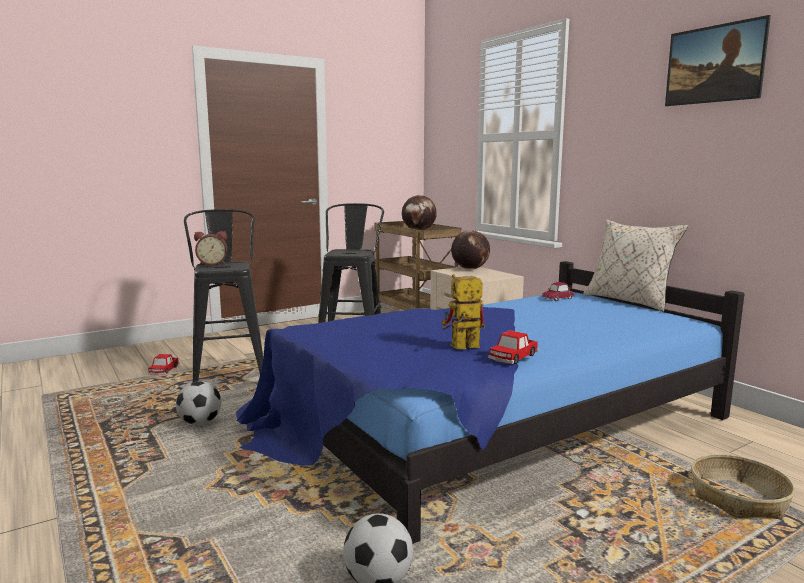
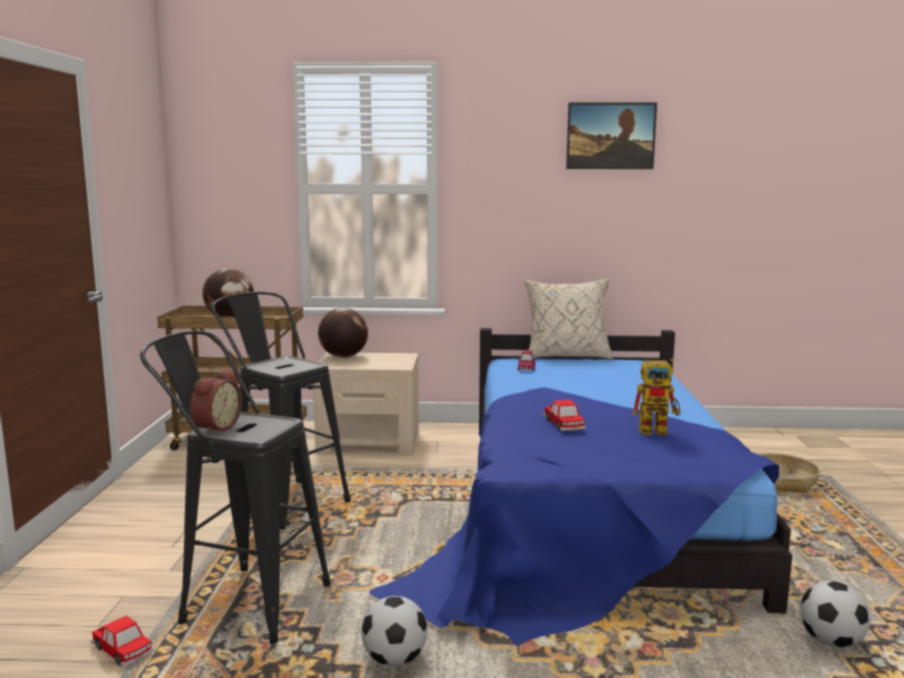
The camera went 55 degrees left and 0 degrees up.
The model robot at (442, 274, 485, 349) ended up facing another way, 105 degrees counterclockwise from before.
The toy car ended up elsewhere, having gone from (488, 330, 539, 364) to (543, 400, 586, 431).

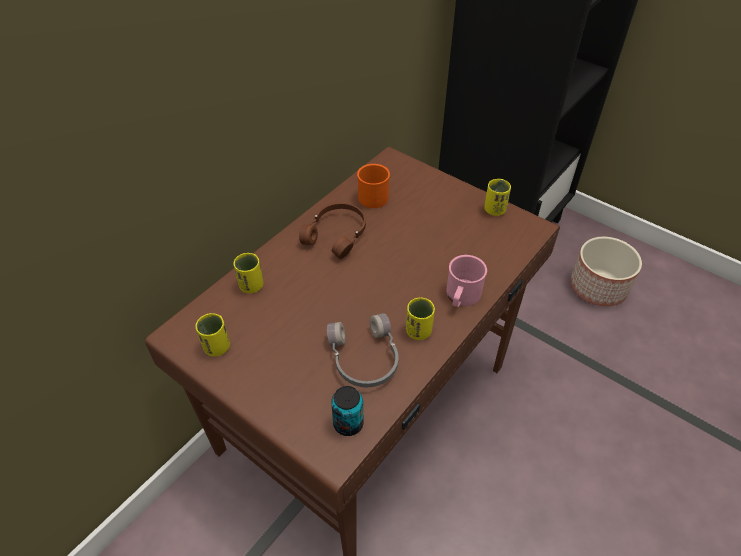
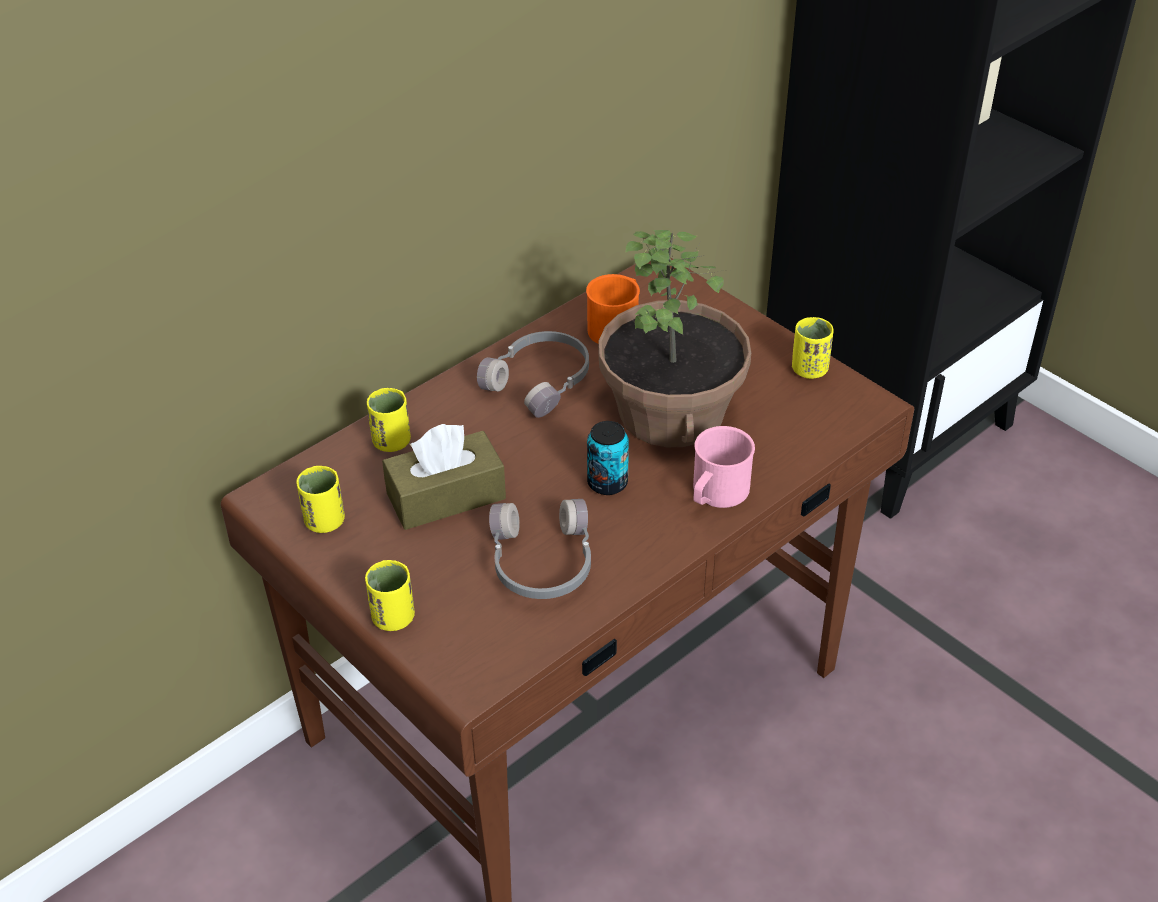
The camera went 10 degrees right and 5 degrees down.
What was the headphones/brown-coloured at (299, 203, 366, 259) turned into the headphones/greyish at (477, 331, 589, 418).
The can ended up elsewhere, having gone from (331, 386, 363, 436) to (587, 421, 629, 495).
The drinking cup/yellow ended up elsewhere, having gone from (406, 298, 435, 340) to (365, 560, 415, 631).
The second view lost the plant pot at (570, 237, 642, 307).
The second view gained the box of tissues/brown-coloured at (382, 424, 506, 530).
The second view gained the potted plant at (598, 230, 751, 447).

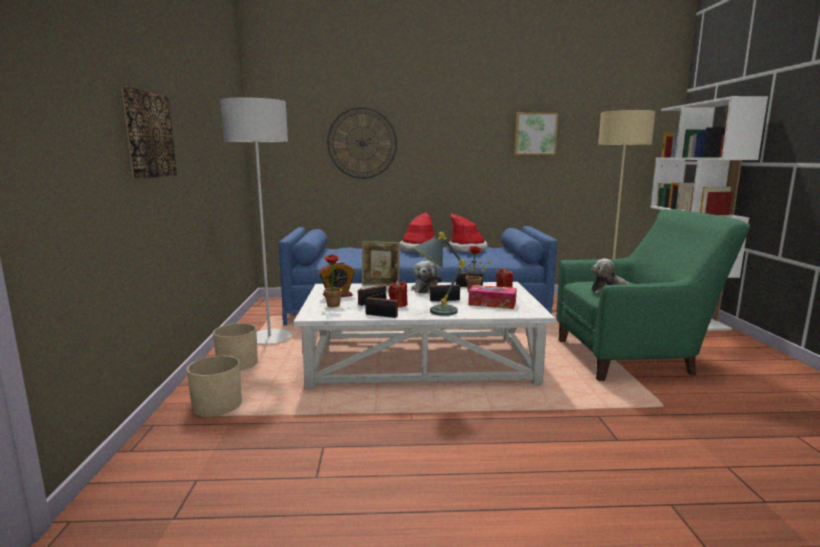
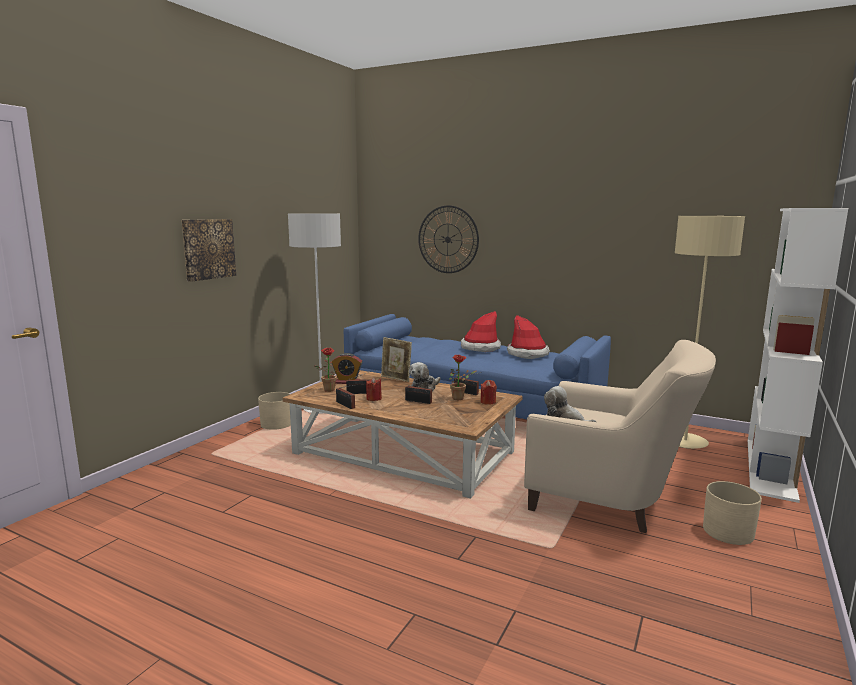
The camera went 30 degrees right and 0 degrees up.
The plant pot/beige-coloured ended up elsewhere, having gone from (187, 356, 242, 417) to (703, 481, 762, 545).
What was the lounge table/white-coloured at (294, 282, 555, 389) turned into the lounge table/brown-coloured at (283, 370, 523, 498).
The second view lost the lamp for a table/greyish at (411, 232, 466, 316).
The second view lost the box of tissues at (468, 285, 517, 309).
The second view lost the wall picture at (515, 112, 558, 155).
What was the armchair/greenish at (556, 209, 750, 381) turned into the armchair/beige-coloured at (524, 340, 716, 533).

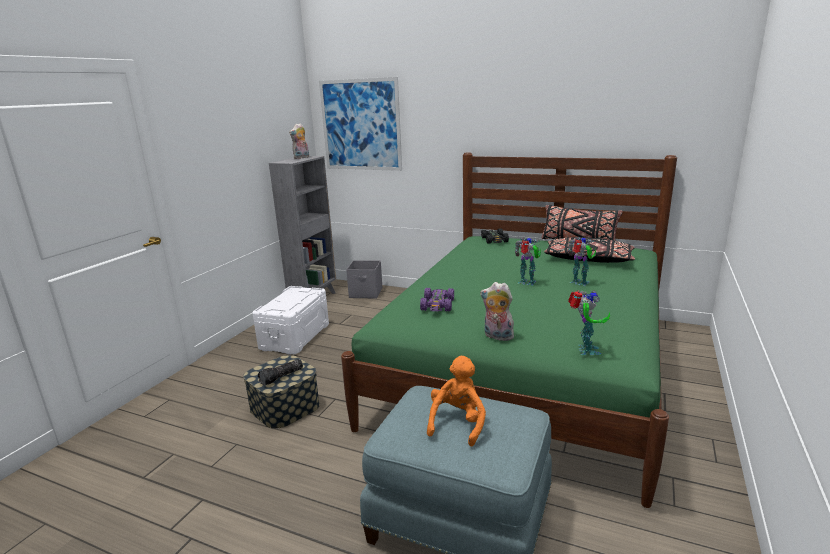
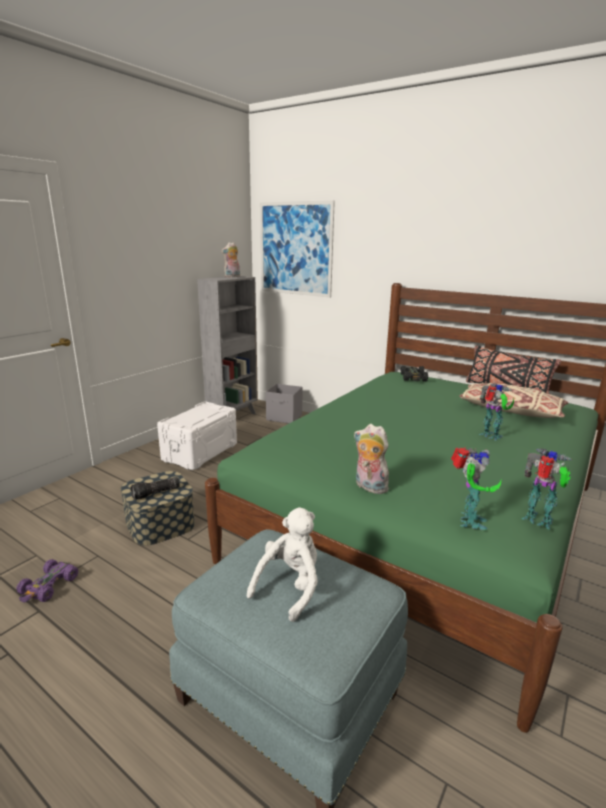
The camera went 10 degrees right and 0 degrees up.
The toy car/purplish ended up elsewhere, having gone from (420, 288, 454, 311) to (16, 559, 78, 603).
What was the soft toy/orange-coloured at (427, 356, 486, 447) turned into the soft toy/white-coloured at (247, 508, 318, 622).
The model robot ended up elsewhere, having gone from (515, 237, 541, 286) to (521, 448, 572, 530).
What was the cushion/blackish at (544, 237, 635, 263) turned into the cushion/beige-coloured at (459, 383, 569, 418).

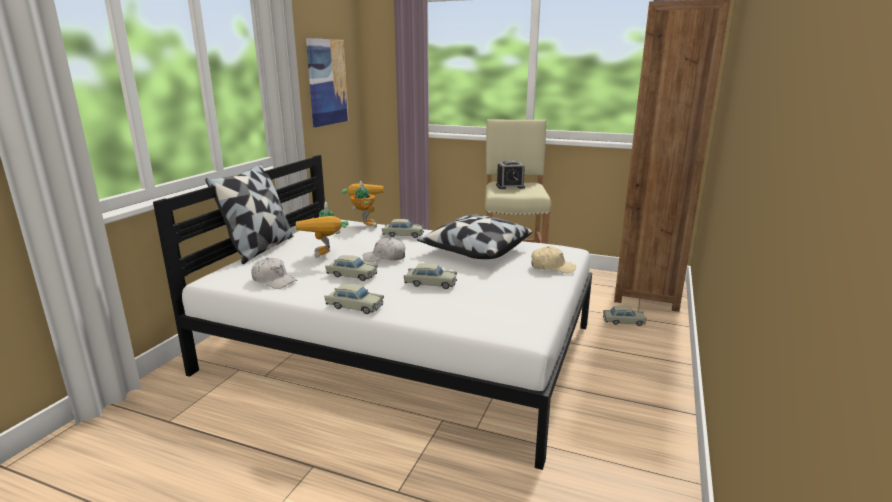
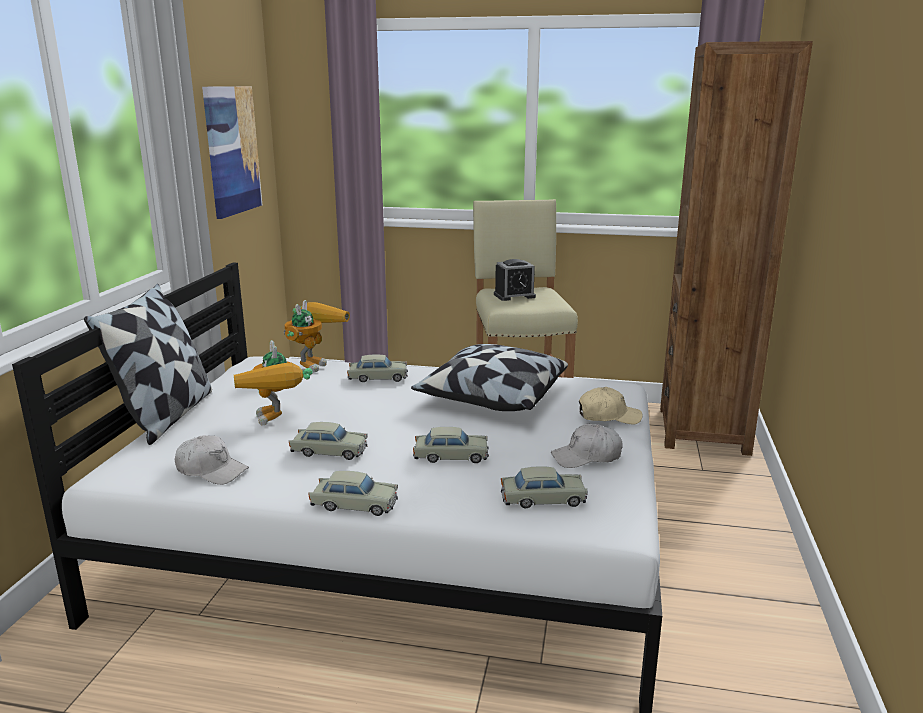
The camera went 10 degrees left and 0 degrees up.
The model robot at (342, 181, 384, 228) ended up facing another way, 45 degrees clockwise from before.
The peaked cap/white-coloured ended up elsewhere, having gone from (363, 238, 405, 262) to (551, 424, 623, 468).
The toy car/beige-coloured ended up elsewhere, having gone from (603, 306, 647, 326) to (501, 466, 588, 508).

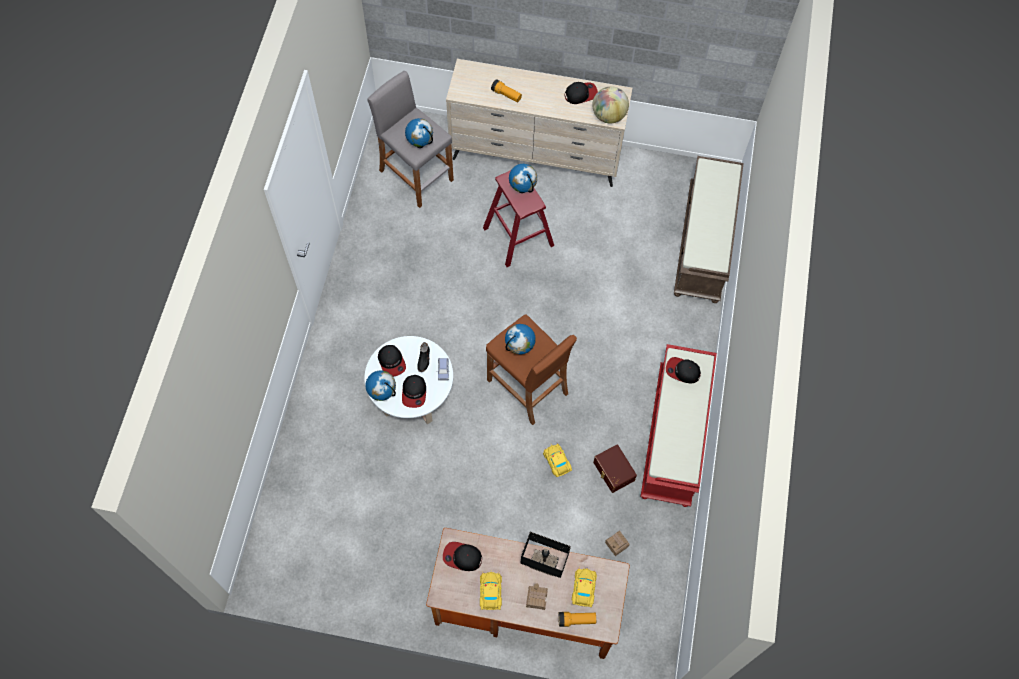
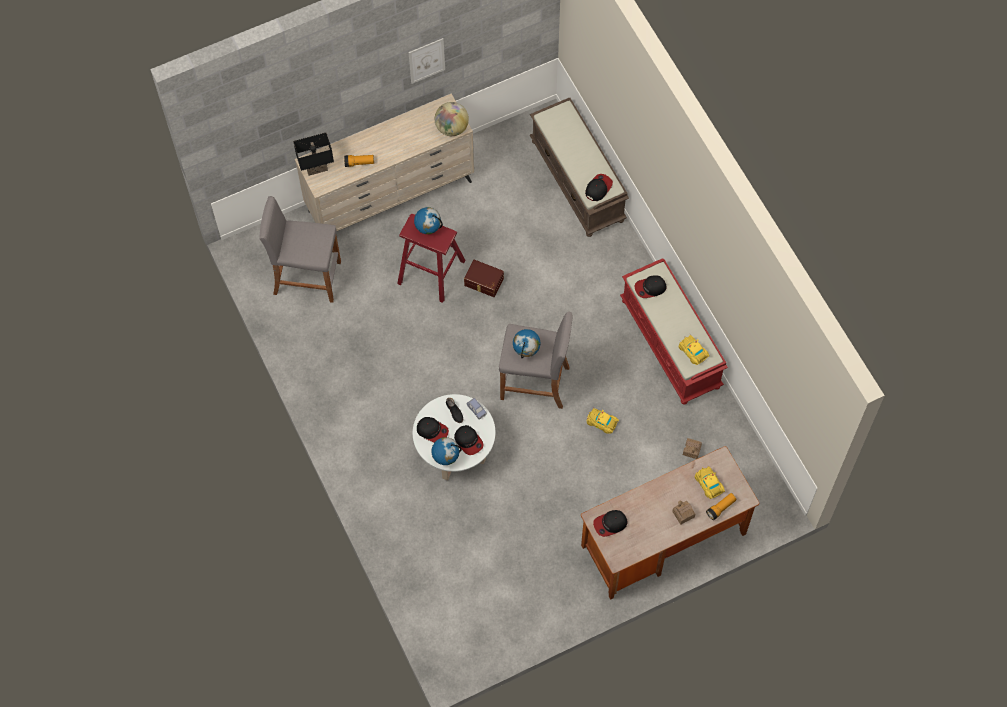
The camera went 35 degrees left and 0 degrees up.
The second view lost the world globe at (405, 118, 433, 148).
The toy car/yellow ended up elsewhere, having gone from (480, 571, 502, 610) to (679, 334, 710, 365).
What was the stool/brown-coloured at (486, 314, 577, 425) turned into the stool/greyish at (499, 312, 572, 409).
The lamp for a table/blackish ended up elsewhere, having gone from (520, 532, 571, 578) to (293, 132, 334, 176).
The peaked cap ended up elsewhere, having gone from (565, 82, 598, 104) to (585, 174, 613, 201).
The storage bin/brown-coloured ended up elsewhere, having gone from (593, 445, 637, 493) to (464, 260, 504, 297).
The second view gained the wall picture at (409, 38, 445, 84).

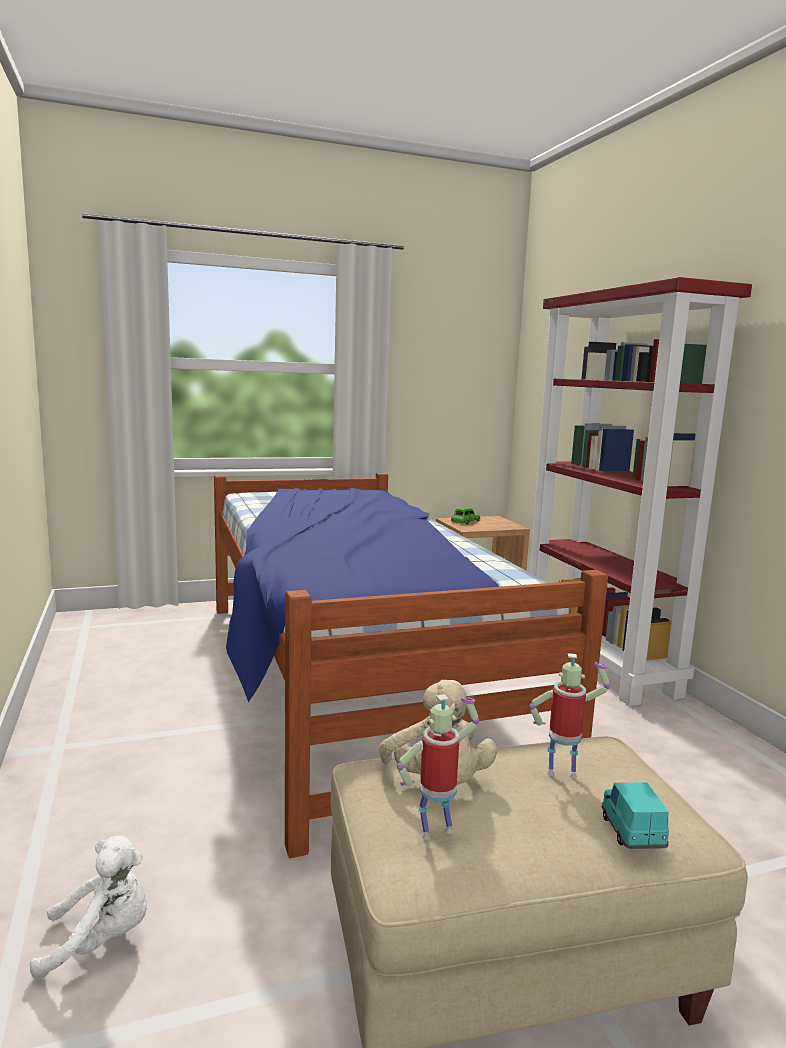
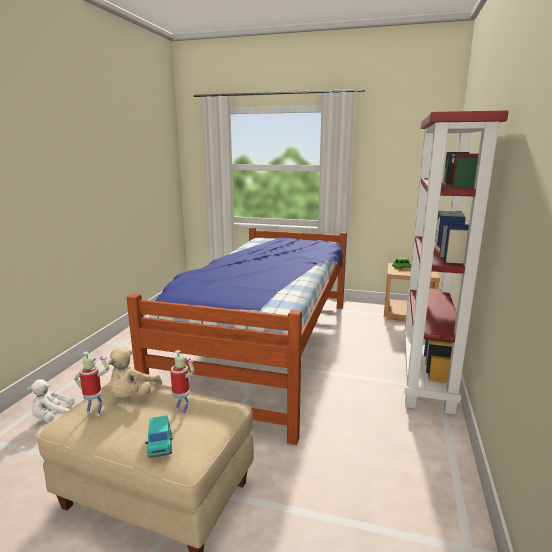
The camera went 35 degrees right and 5 degrees up.
The soft toy/white-coloured at (30, 836, 147, 980) ended up facing another way, 120 degrees clockwise from before.
The toy car/turquoise-coloured at (602, 783, 669, 849) ended up facing another way, 135 degrees clockwise from before.

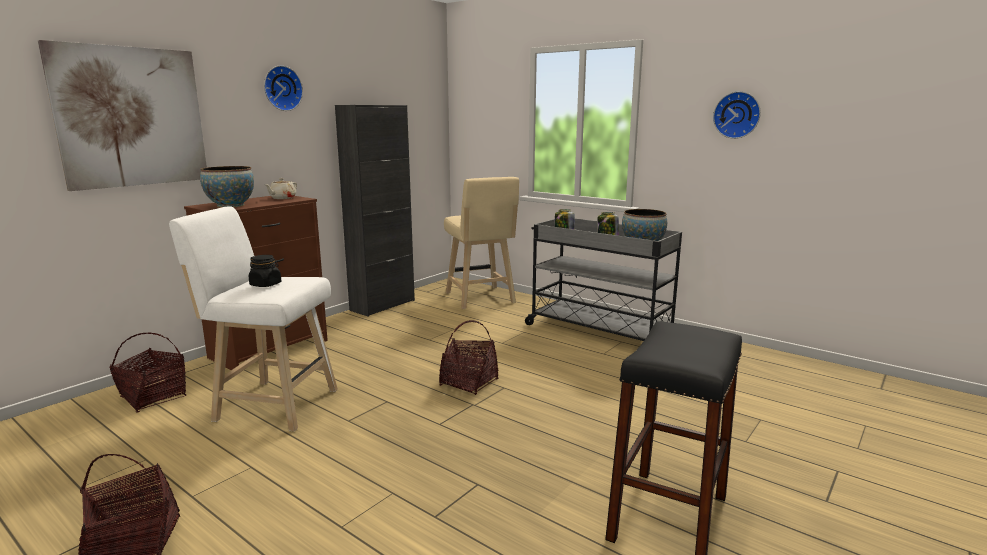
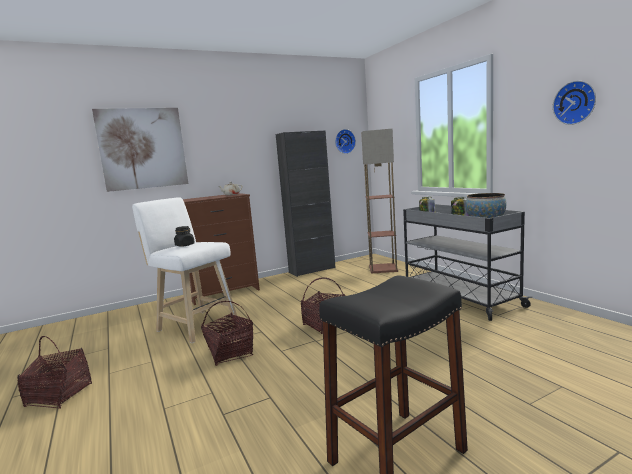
The camera went 25 degrees right and 5 degrees down.
The basket ended up elsewhere, having gone from (110, 333, 186, 413) to (201, 301, 253, 366).
The second view lost the serving bowl at (200, 166, 254, 208).
The hanging clock ended up elsewhere, having gone from (264, 65, 303, 111) to (335, 129, 356, 154).
Where the stool/beige-coloured stood at (444, 177, 519, 309), the floor lamp came to stand at (361, 129, 398, 273).

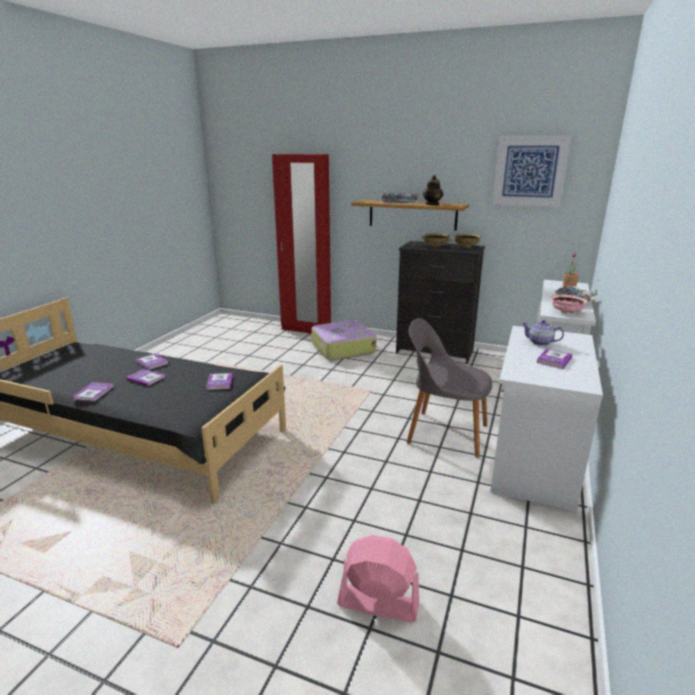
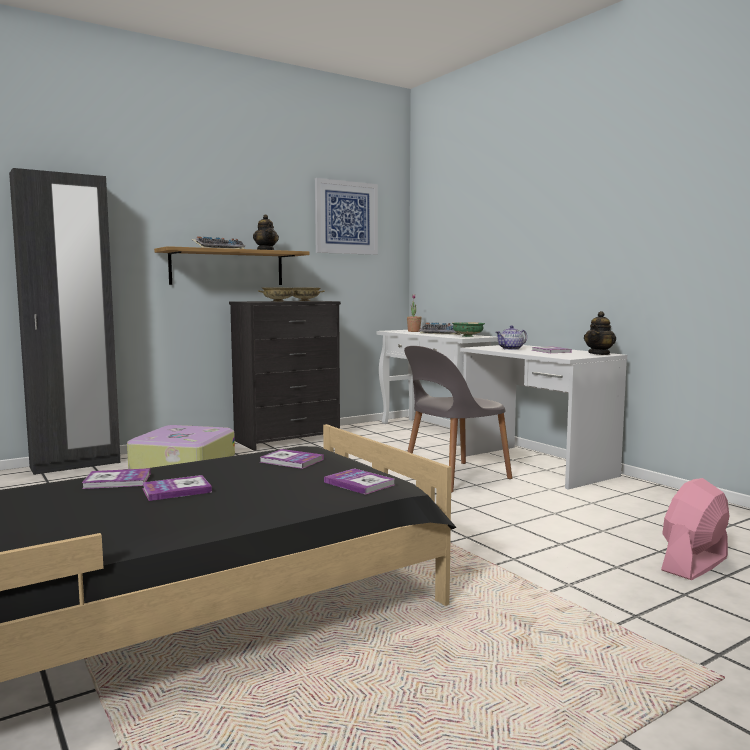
The camera went 55 degrees left and 15 degrees down.
The book ended up elsewhere, having gone from (72, 382, 114, 401) to (324, 468, 395, 495).
What was the wardrobe/red-coloured at (272, 154, 331, 334) turned into the wardrobe/blackish at (9, 168, 120, 475).
What was the serving bowl/pink at (551, 294, 588, 314) turned into the serving bowl/greenish at (452, 322, 485, 337).
The second view gained the tea pot at (584, 311, 616, 355).

